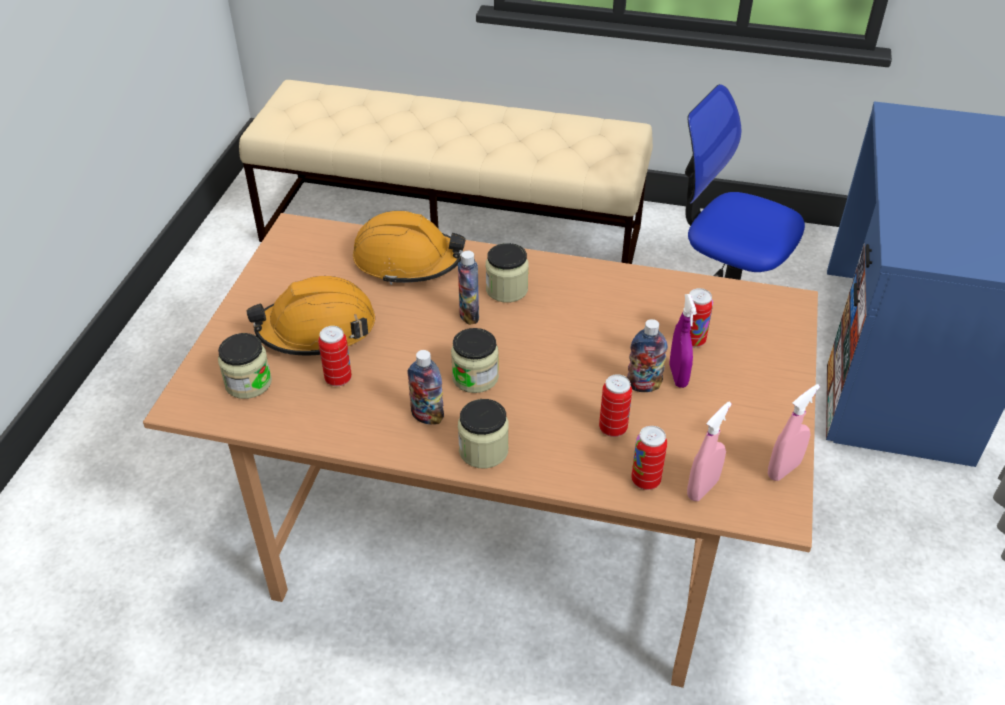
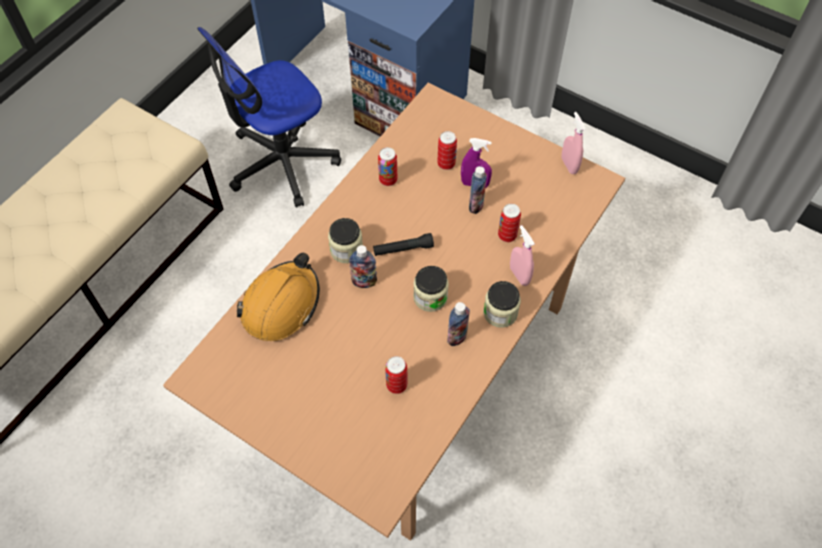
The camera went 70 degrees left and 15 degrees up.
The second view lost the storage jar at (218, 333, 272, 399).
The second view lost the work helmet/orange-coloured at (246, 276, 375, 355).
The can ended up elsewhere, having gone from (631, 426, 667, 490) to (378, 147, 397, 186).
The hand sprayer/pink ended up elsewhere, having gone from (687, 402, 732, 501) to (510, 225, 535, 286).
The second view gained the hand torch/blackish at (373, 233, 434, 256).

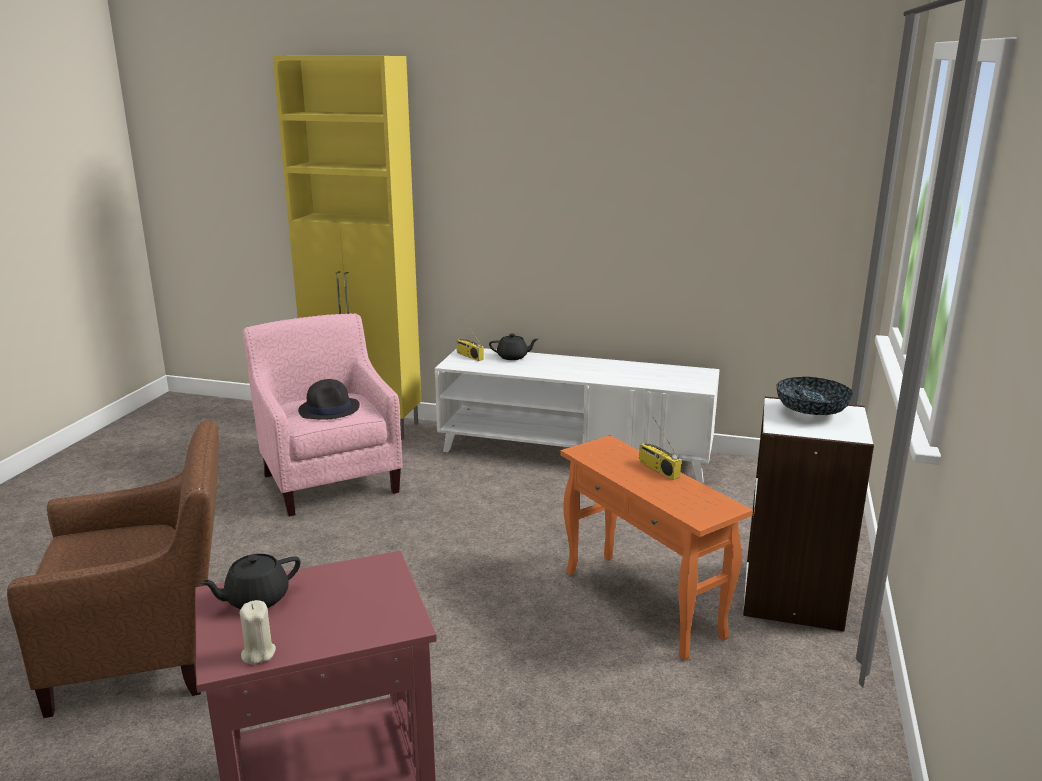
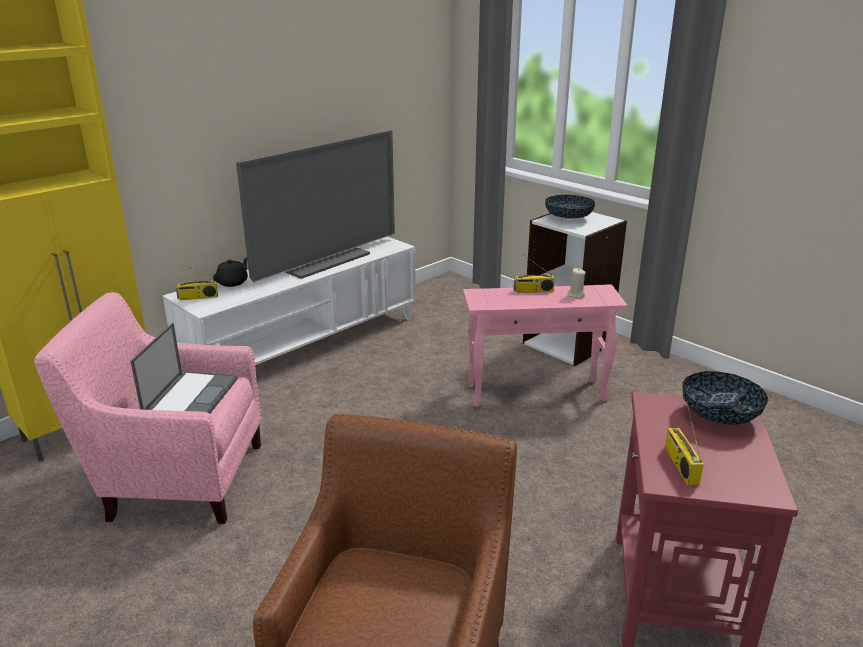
The camera went 60 degrees left and 5 degrees up.
Where the tea pot/blackish stood at (199, 554, 301, 609), the radio came to stand at (665, 401, 704, 485).
The candle/beige-coloured ended up elsewhere, having gone from (240, 600, 276, 664) to (568, 268, 586, 298).
Where the clothing hat/blackish stood at (298, 379, 360, 420), the portable computer came to stand at (130, 323, 238, 414).
What was the accent table/orange-coloured at (561, 435, 753, 660) turned into the accent table/pink at (463, 284, 627, 407).
The second view gained the television at (236, 130, 395, 283).
The second view gained the serving bowl at (682, 371, 768, 425).

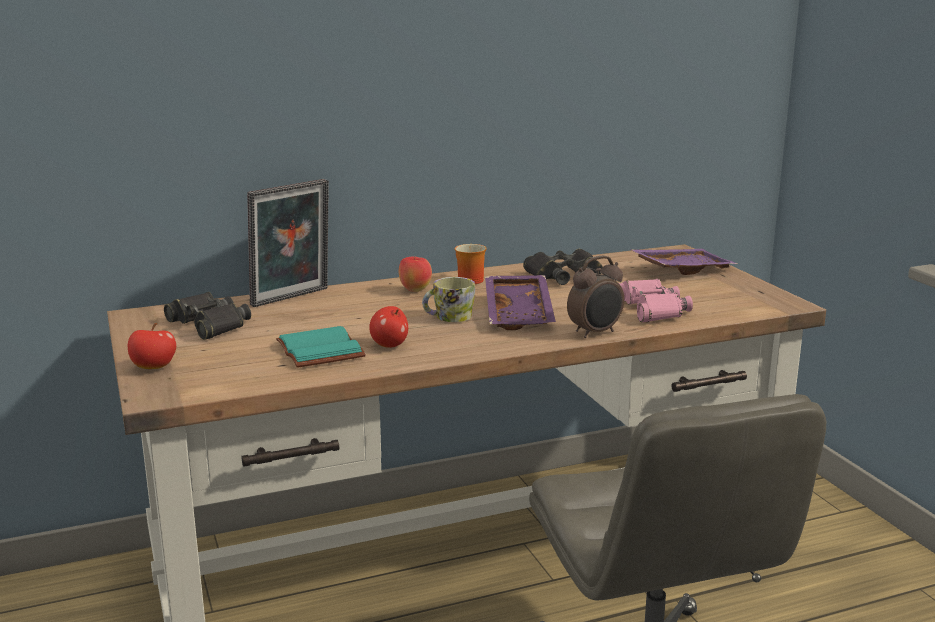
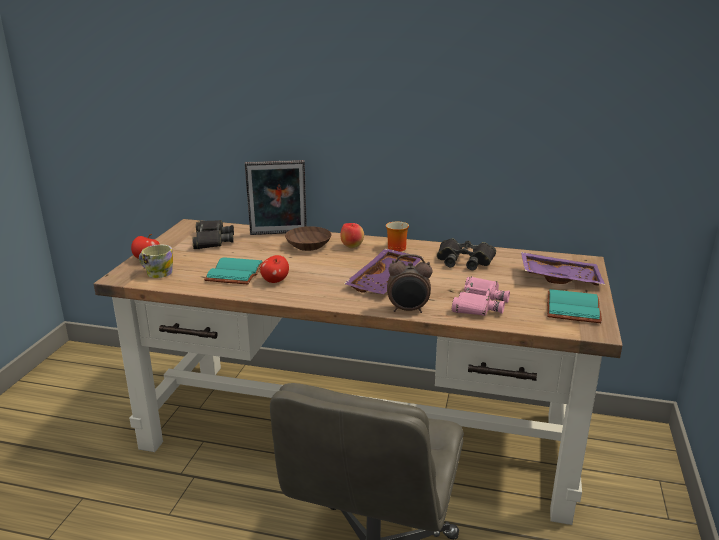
The camera went 35 degrees right and 5 degrees up.
The mug ended up elsewhere, having gone from (422, 277, 475, 322) to (139, 244, 173, 278).
The second view gained the serving bowl/brown-coloured at (285, 226, 332, 251).
The second view gained the book/turquoise-coloured at (547, 289, 602, 323).

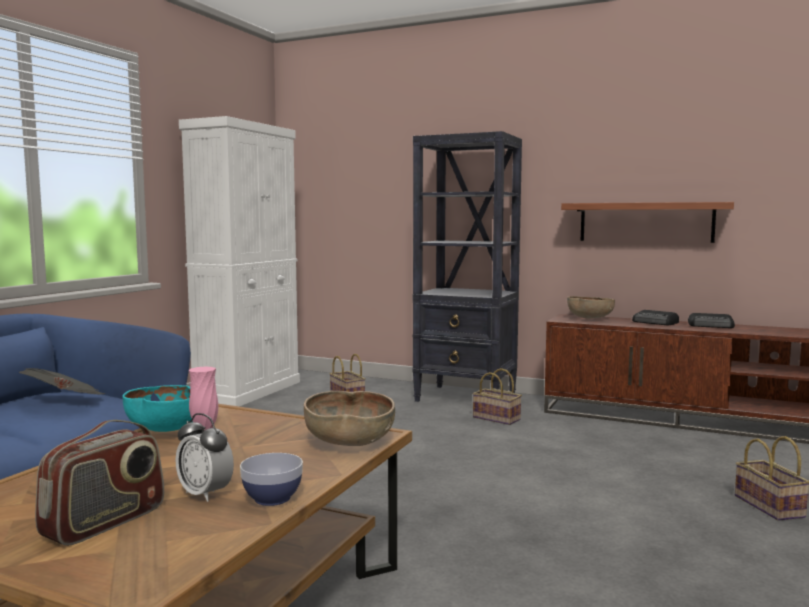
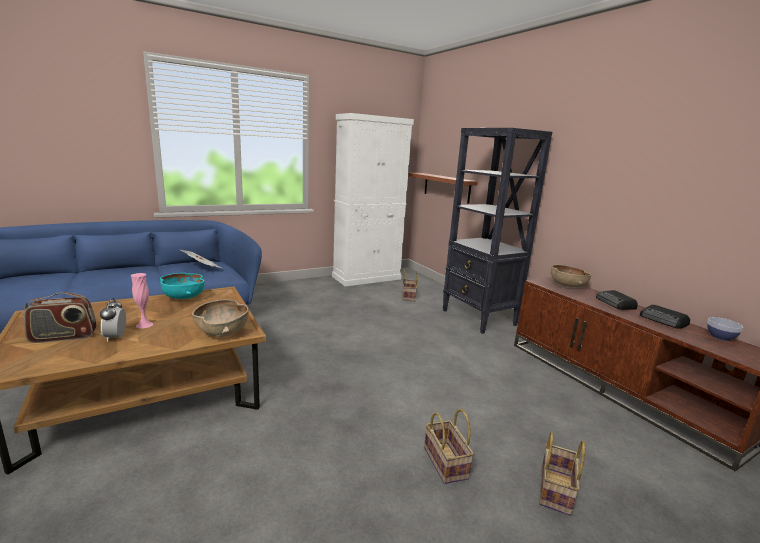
The camera went 35 degrees right and 10 degrees up.
The serving bowl ended up elsewhere, having gone from (240, 453, 303, 506) to (707, 317, 743, 341).
The basket ended up elsewhere, having gone from (473, 368, 522, 425) to (424, 409, 474, 484).
The bracket shelf ended up elsewhere, having gone from (561, 202, 734, 243) to (408, 173, 478, 204).

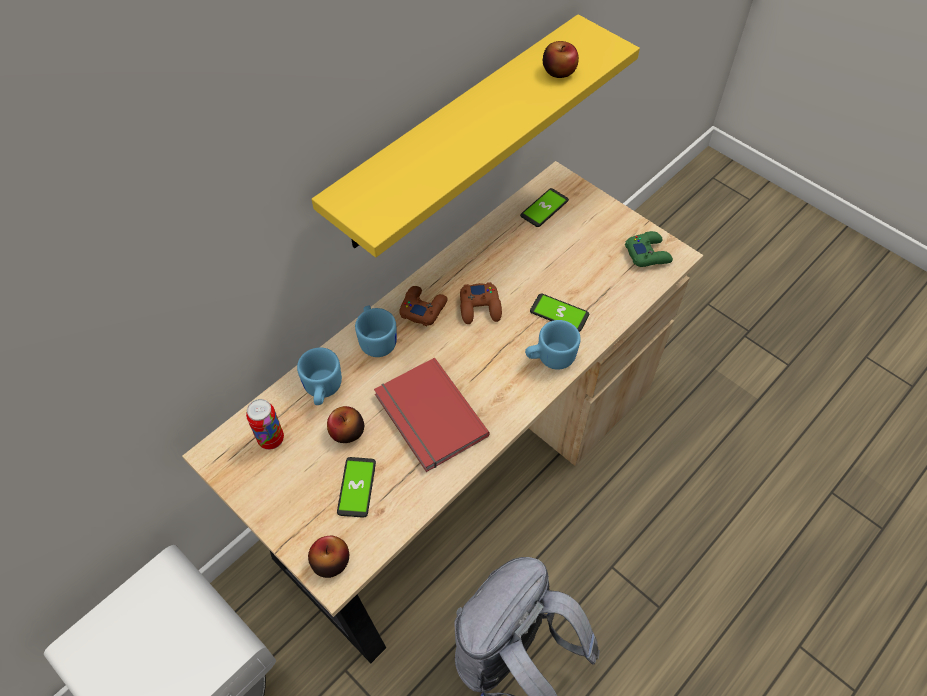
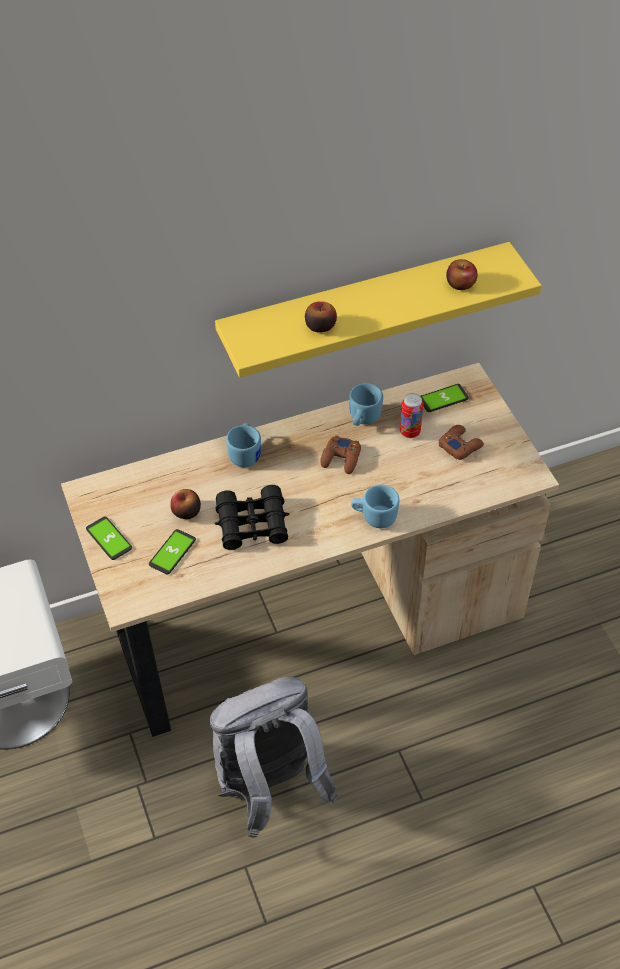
The camera went 25 degrees right and 5 degrees down.
The can ended up elsewhere, having gone from (246, 399, 284, 450) to (400, 393, 423, 438).
The mug/blue ended up elsewhere, having gone from (297, 347, 342, 405) to (349, 383, 383, 426).
The apple fruit ended up elsewhere, having gone from (308, 536, 349, 578) to (305, 301, 337, 333).
Where the book/red-coloured stood at (374, 357, 490, 472), the field glasses/blackish came to stand at (215, 485, 289, 550).
The joypad/brown-coloured ended up elsewhere, having gone from (399, 286, 447, 326) to (439, 425, 484, 460).
The telephone ended up elsewhere, having gone from (530, 293, 589, 332) to (86, 517, 132, 560).
The second view lost the joypad/greenish at (625, 231, 673, 267).

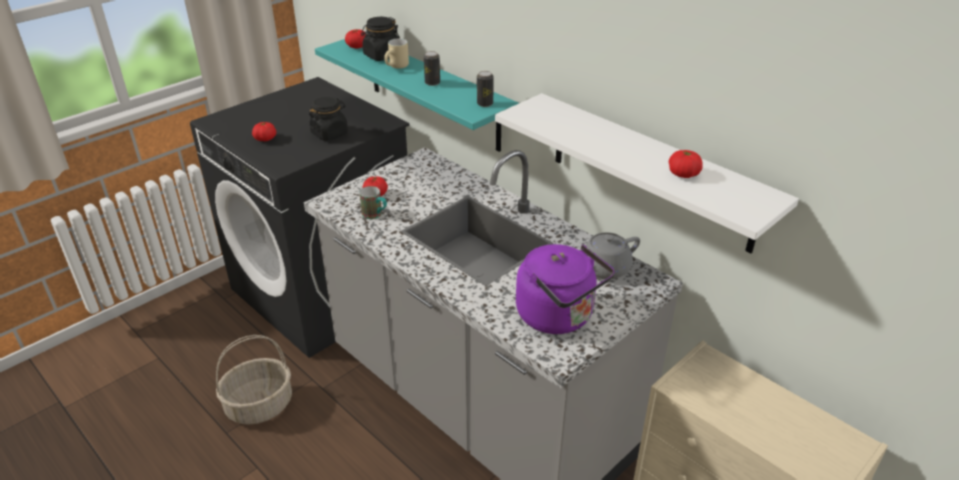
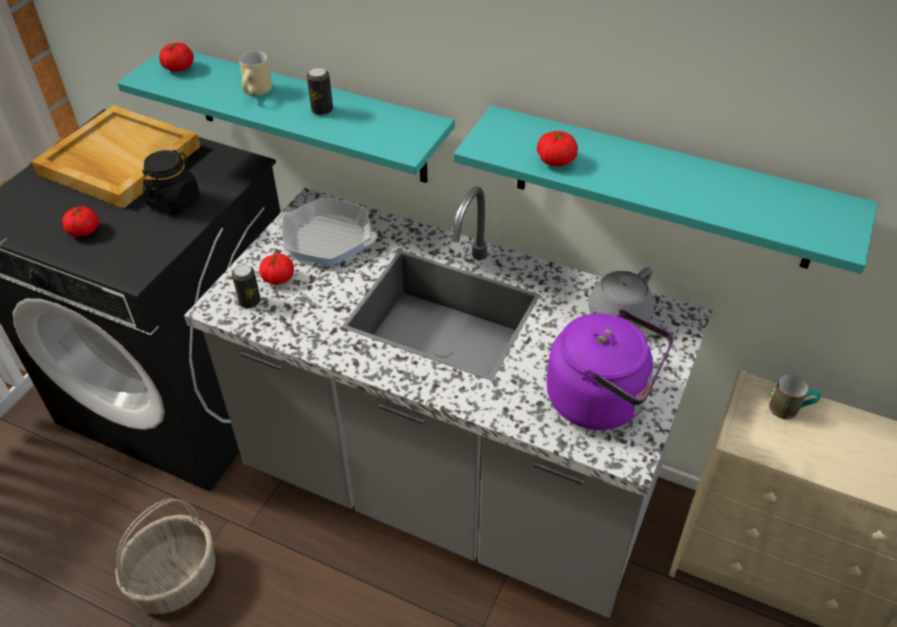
The camera went 20 degrees left and 10 degrees up.
The mug ended up elsewhere, having gone from (360, 186, 387, 219) to (769, 374, 821, 420).
The second view lost the storage jar/blackish at (361, 17, 400, 61).
The can ended up elsewhere, having gone from (477, 71, 494, 107) to (232, 264, 261, 308).
What was the bracket shelf/white-coloured at (495, 93, 799, 253) turned into the bracket shelf/turquoise-coloured at (454, 105, 878, 274).
The whole tomato ended up elsewhere, having gone from (669, 150, 703, 178) to (537, 131, 578, 166).
The second view gained the tray/beige-coloured at (32, 105, 201, 208).
The second view gained the frying pan at (276, 198, 377, 266).

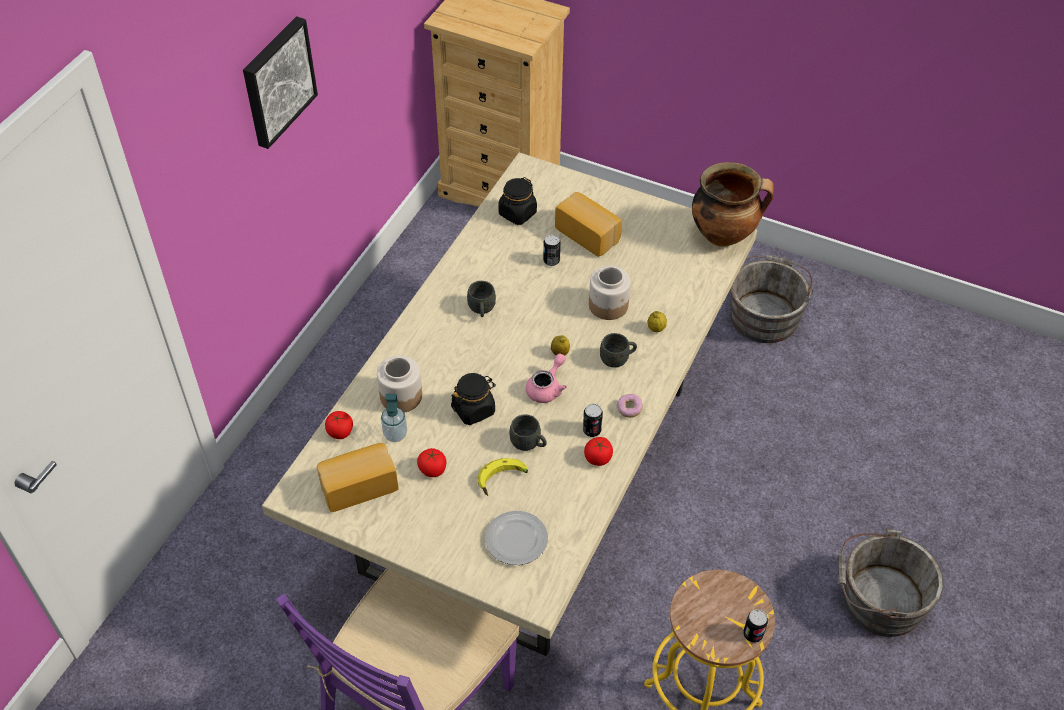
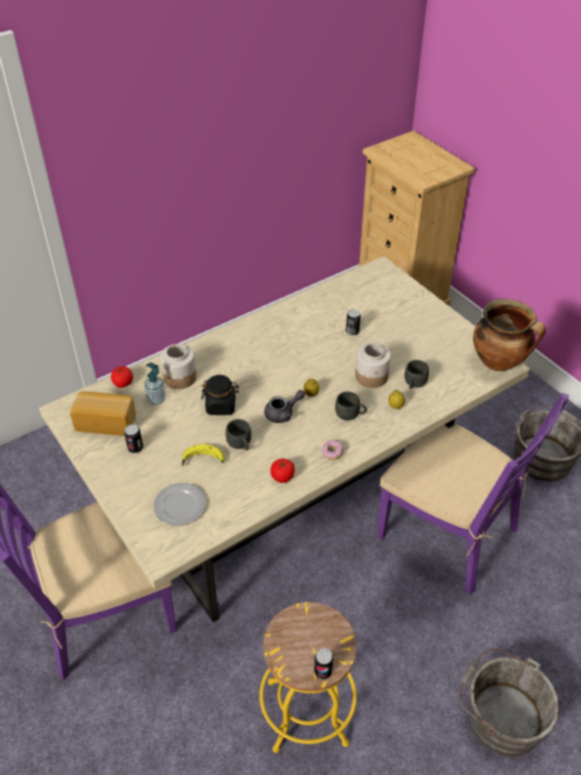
The camera went 30 degrees right and 5 degrees down.
The second view lost the wall picture at (243, 16, 318, 149).
The second view lost the whole tomato at (417, 448, 446, 477).
The mug/greyish ended up elsewhere, having gone from (467, 281, 496, 317) to (404, 360, 429, 389).
The second view lost the storage jar/blackish at (498, 177, 537, 225).
What was the tea pot/pink at (526, 353, 567, 403) turned into the tea pot/greyish at (264, 390, 305, 423).
The second view lost the bread at (555, 192, 622, 257).
The can ended up elsewhere, having gone from (583, 404, 603, 437) to (124, 424, 143, 453).
The second view gained the chair/purplish at (378, 393, 569, 594).

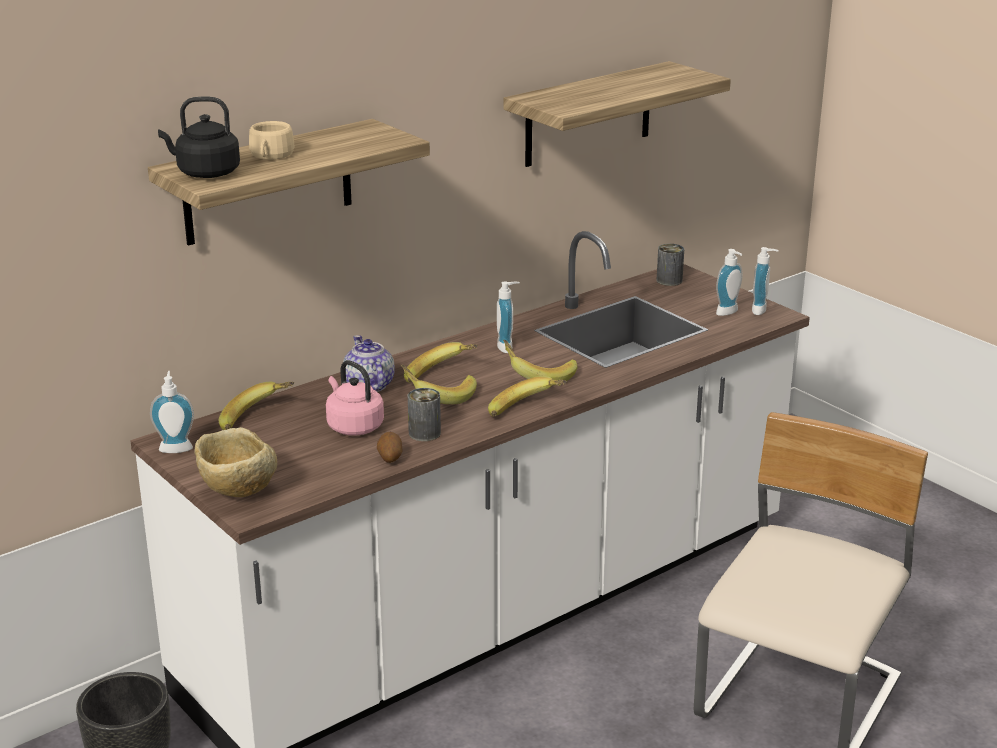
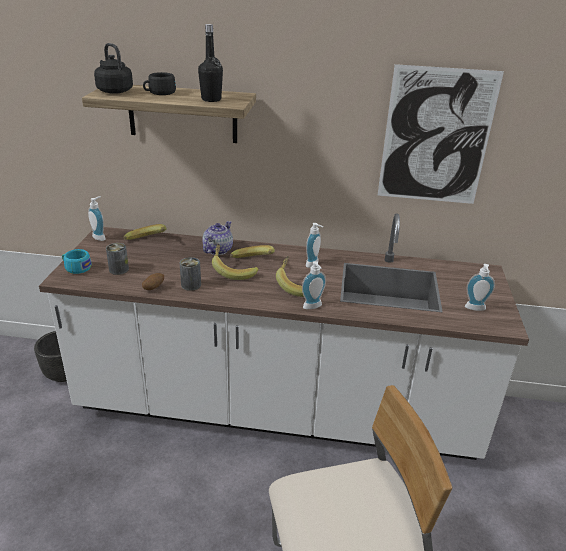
The camera went 45 degrees right and 5 degrees up.
Where the serving bowl/beige-coloured stood at (194, 427, 277, 497), the drinking cup/turquoise-coloured came to stand at (62, 249, 91, 274).
What was the drinking cup/beige-coloured at (249, 121, 295, 160) turned into the drinking cup/blackish at (143, 72, 176, 95).
The second view lost the tea kettle/pink at (326, 360, 384, 436).
The second view lost the whole banana at (488, 376, 567, 417).
Where the bracket shelf hung at (504, 61, 731, 167), the wall picture came to hang at (378, 64, 504, 204).
The can ended up elsewhere, having gone from (656, 244, 684, 286) to (106, 243, 129, 275).
The liquid soap bottle ended up elsewhere, having gone from (752, 247, 779, 315) to (302, 261, 326, 309).
The second view gained the bottle/blackish at (198, 24, 223, 102).

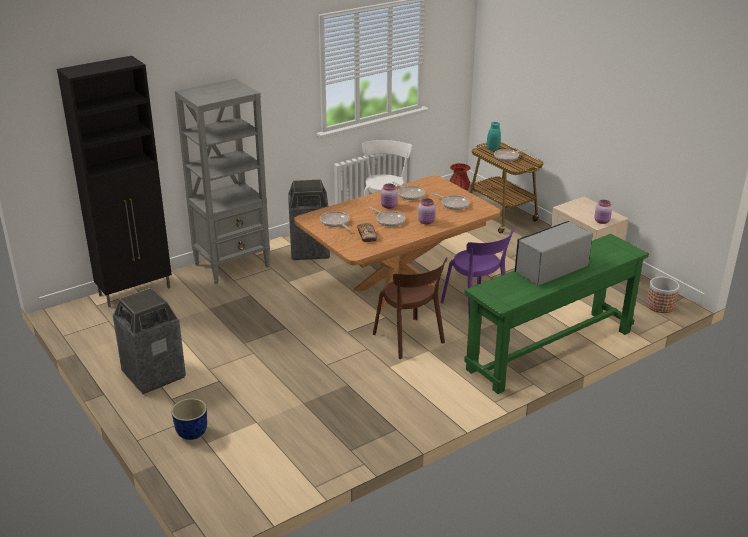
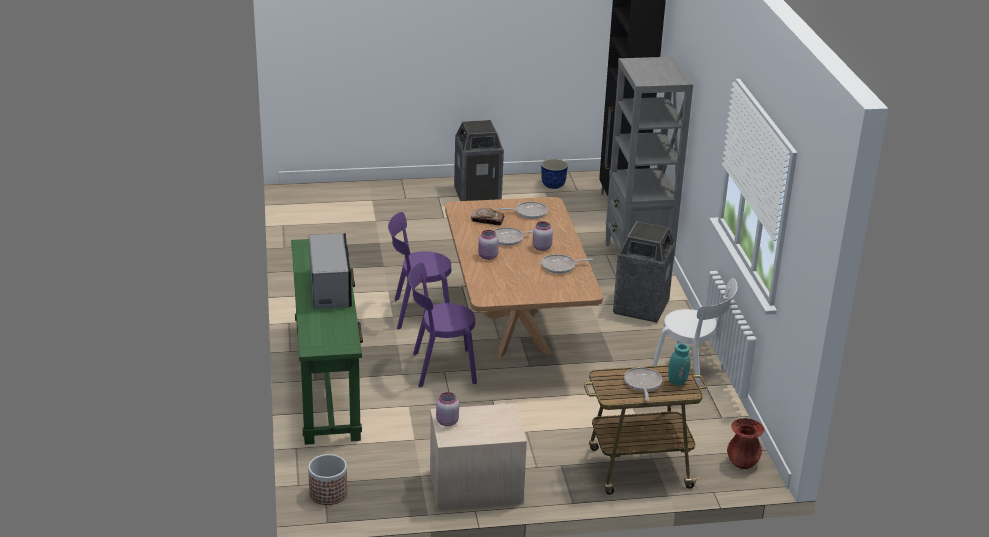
The camera went 115 degrees right and 0 degrees up.
The plant pot ended up elsewhere, having gone from (171, 398, 207, 440) to (541, 159, 568, 189).
What was the chair/brown-coloured at (373, 257, 447, 359) turned into the chair/purplish at (388, 212, 451, 329).
The second view lost the frying pan at (431, 193, 470, 210).

